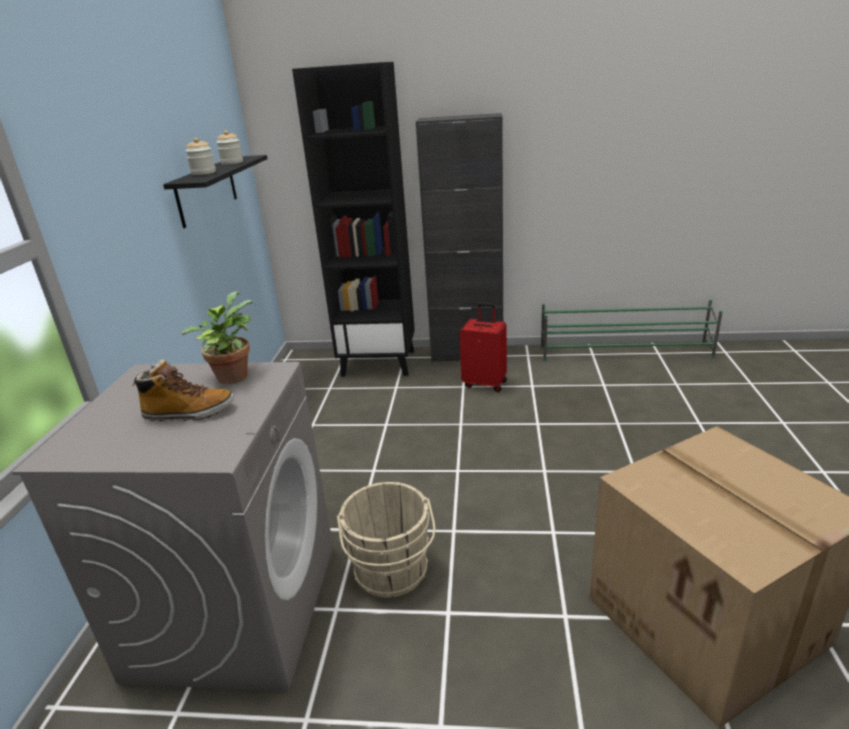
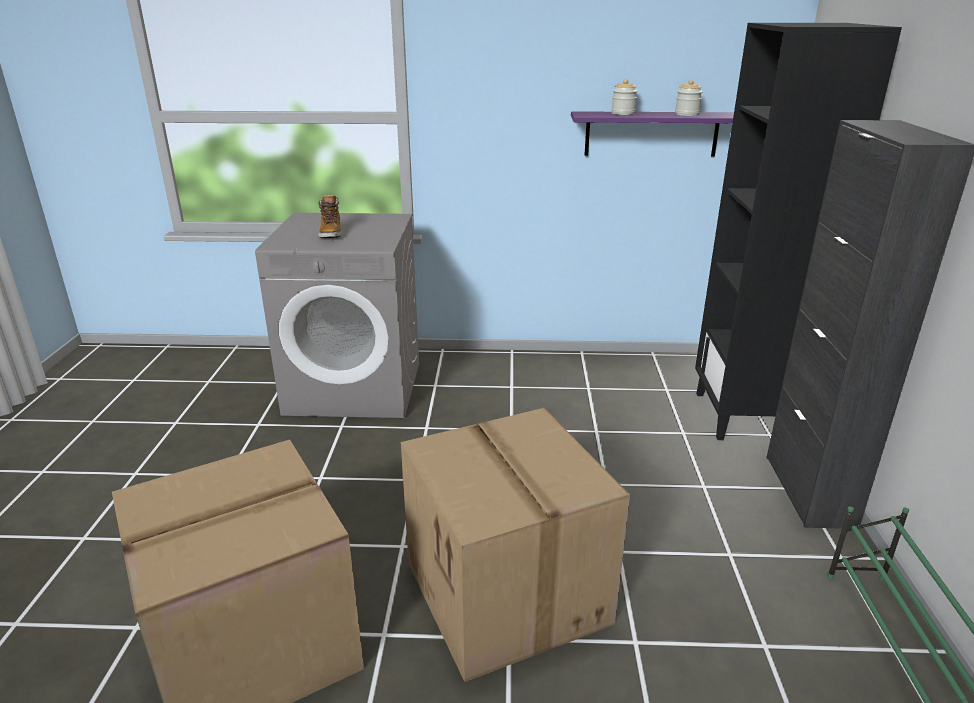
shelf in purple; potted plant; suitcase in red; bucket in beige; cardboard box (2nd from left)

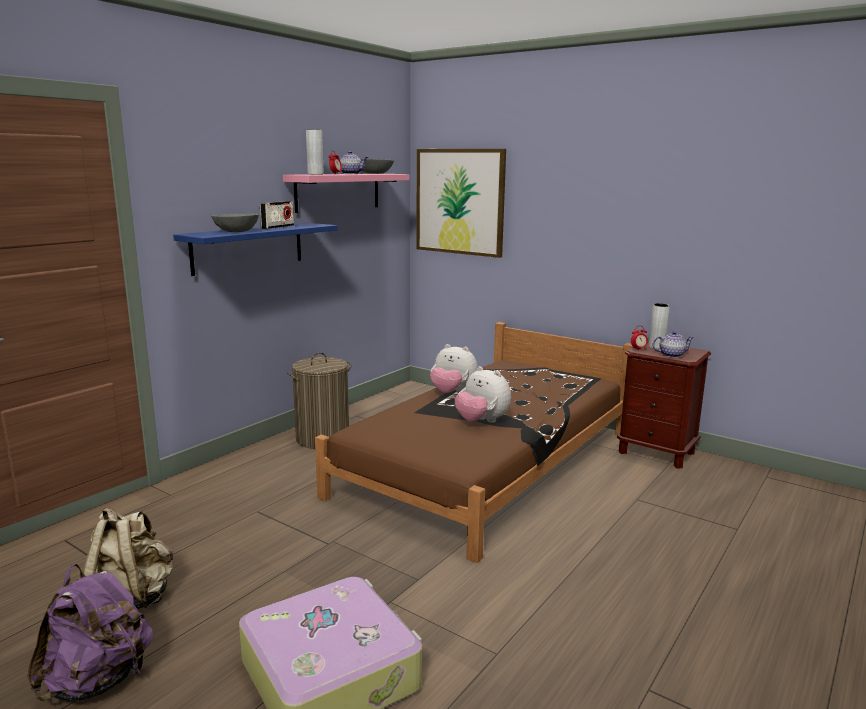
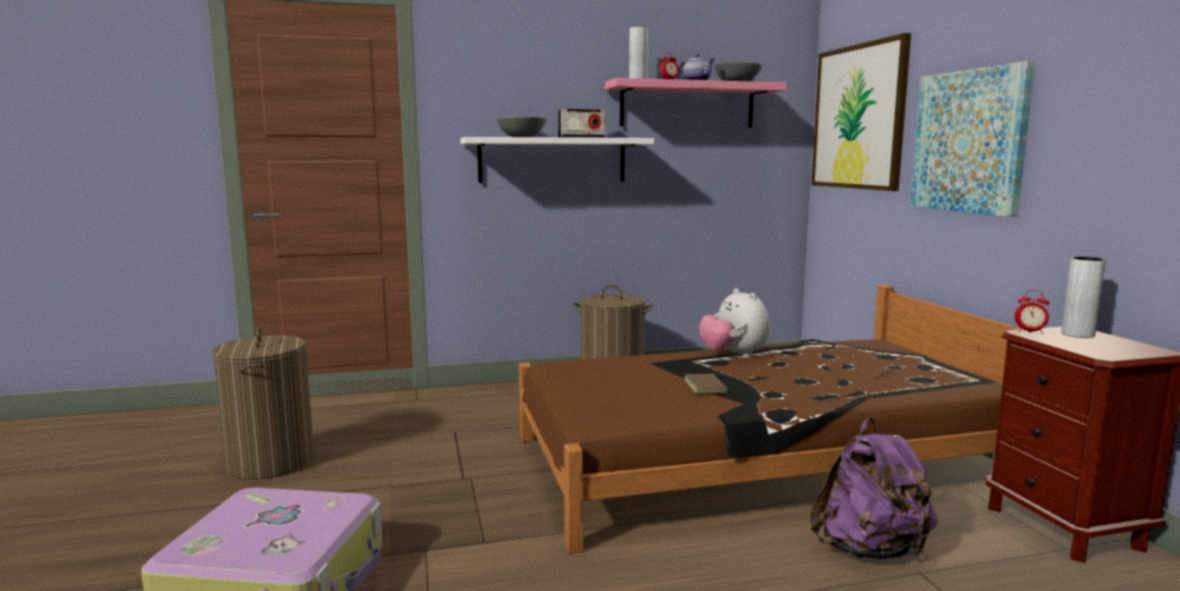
shelf in white; teapot (2nd from left in the first image); book in brown; laundry basket (1st from left); backpack in purple; picture (2nd from left)

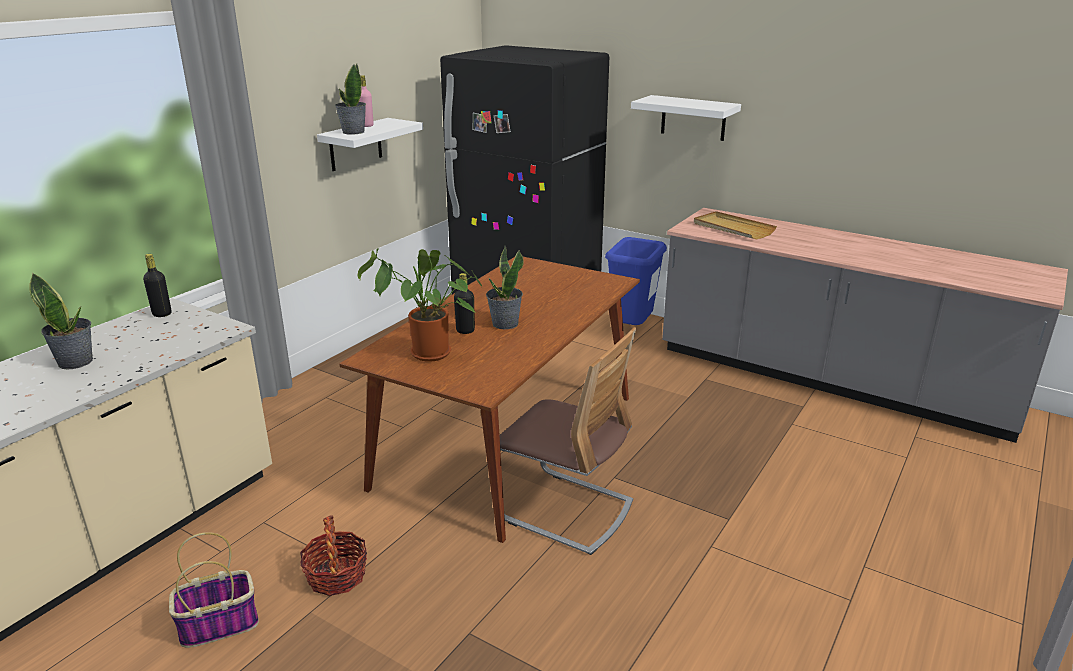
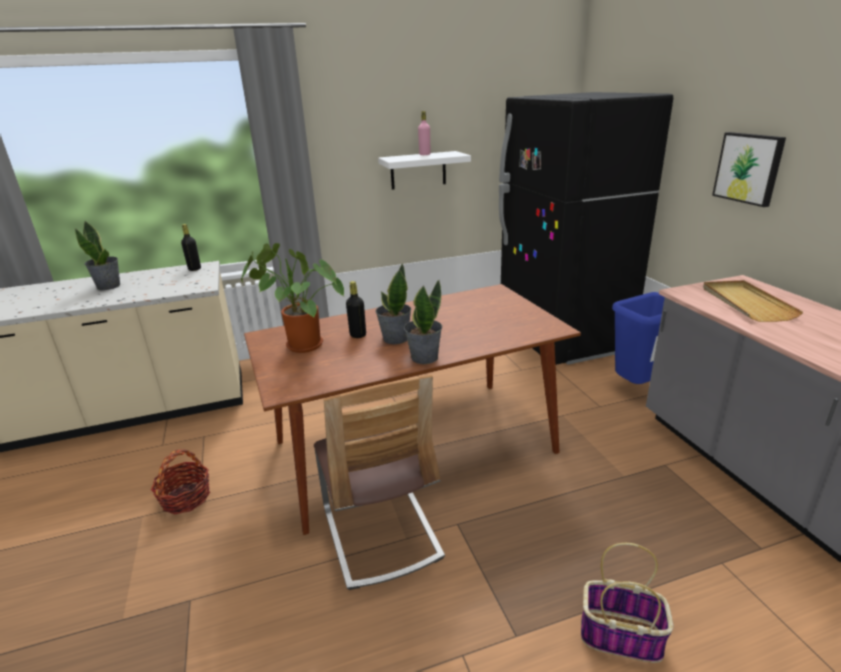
potted plant (4th from left); picture; basket (2nd from left)

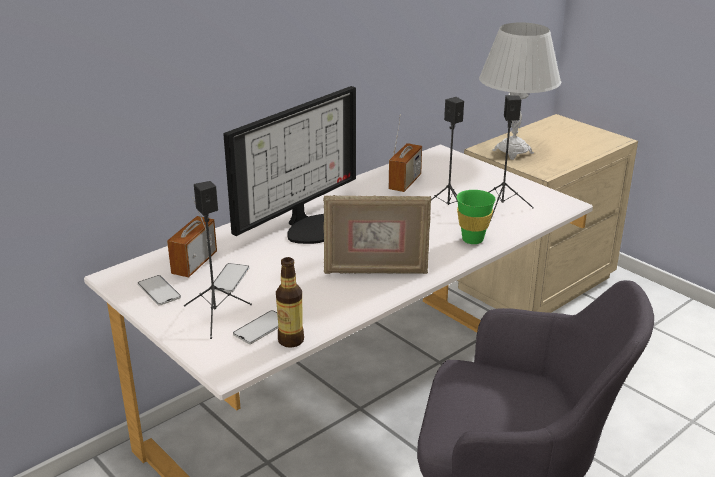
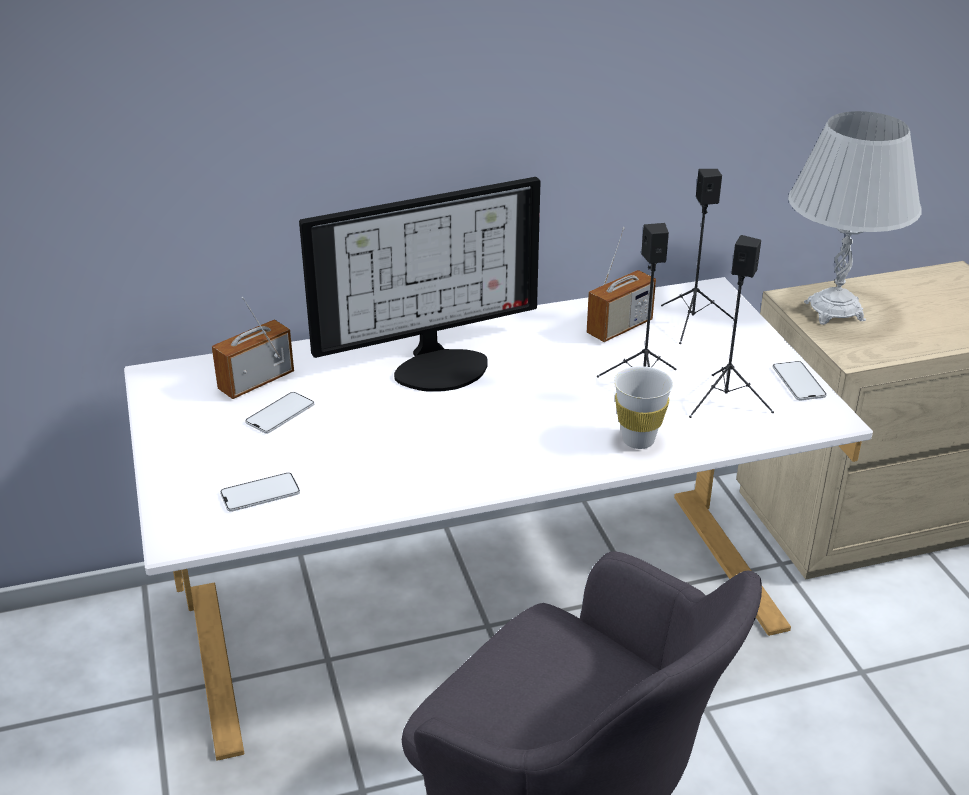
speaker in black (2nd from left); cup in white; picture frame; bottle; phone (3rd from left)

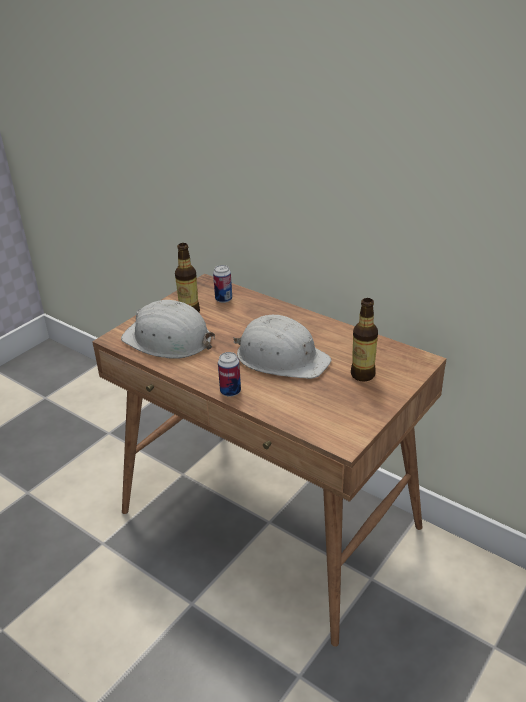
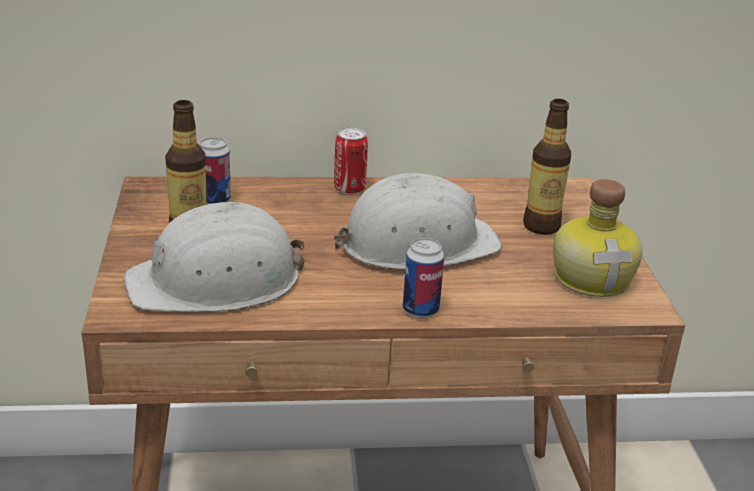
can (2nd from left); bottle (3rd from left)

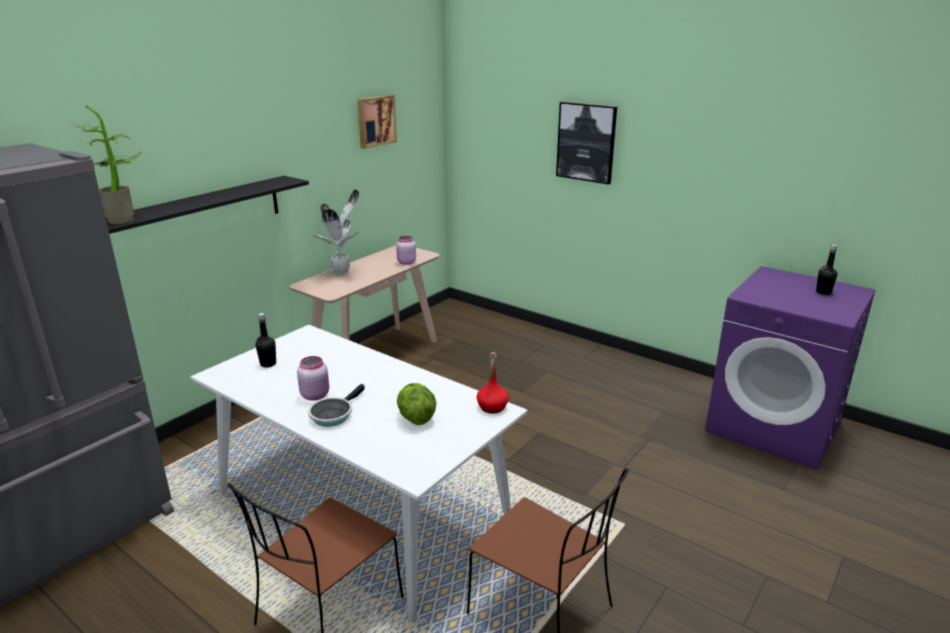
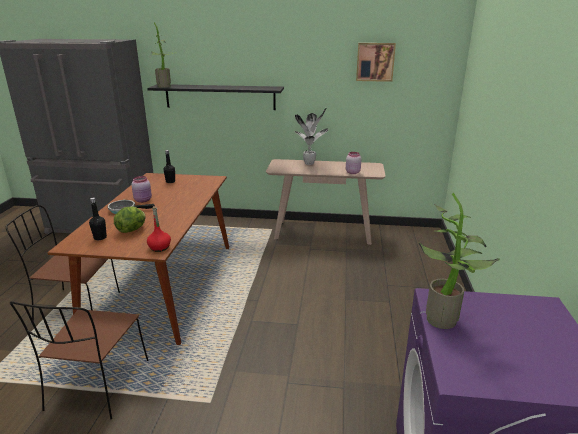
picture (2nd from left in the first image); bottle in black (1st from left); dining table in brown; potted plant (3rd from left)

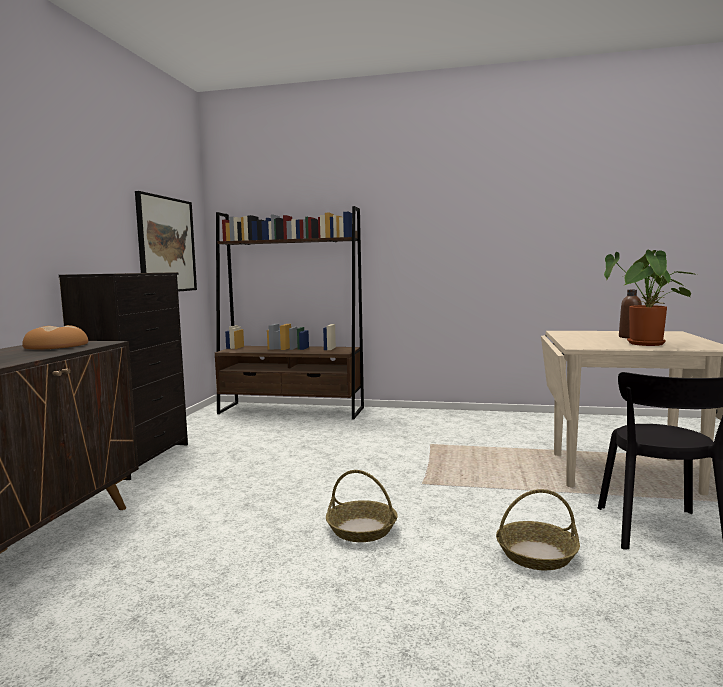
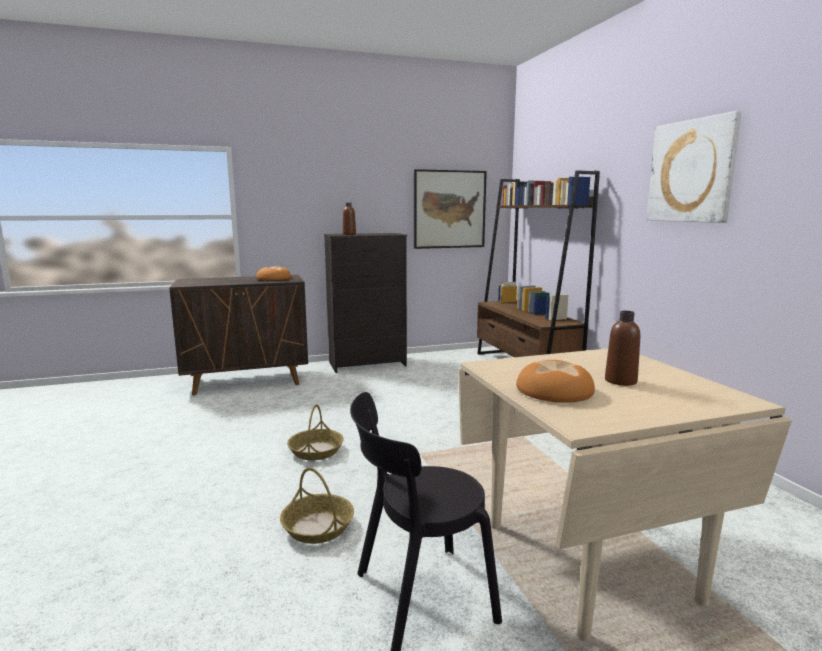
bread (2nd from left); picture (2nd from left); bottle in brown (1st from left)

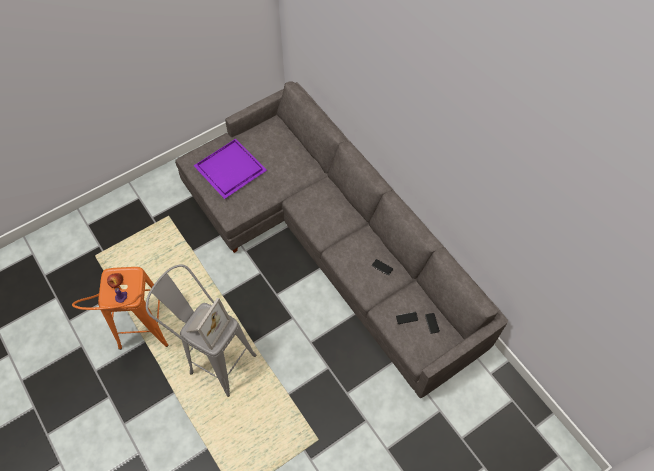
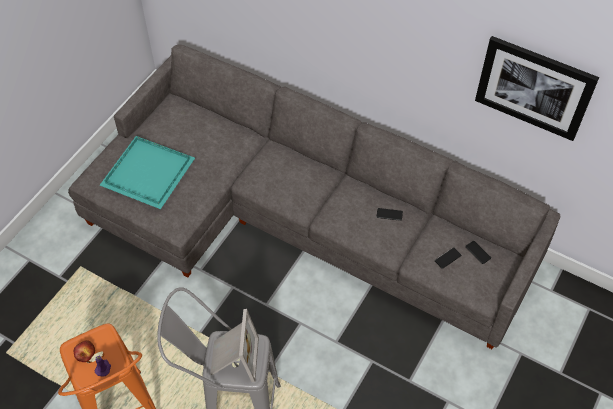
tray in turquoise; picture

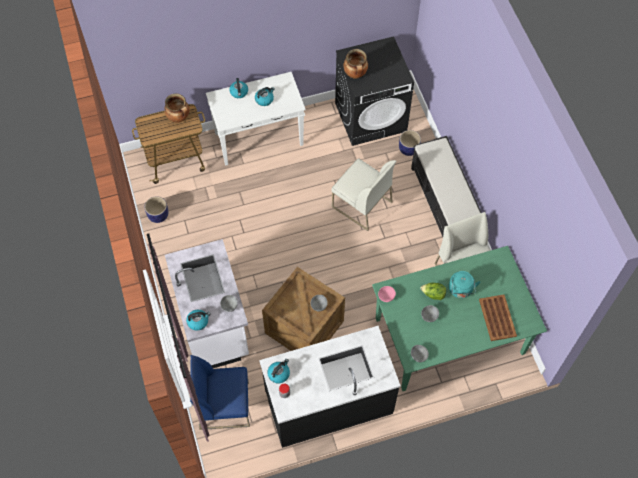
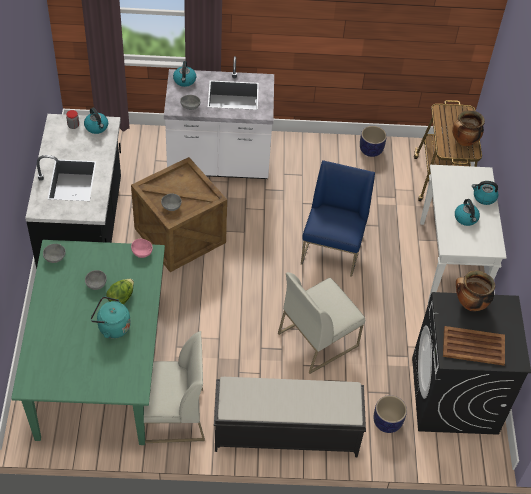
tray in brown; chair in blue

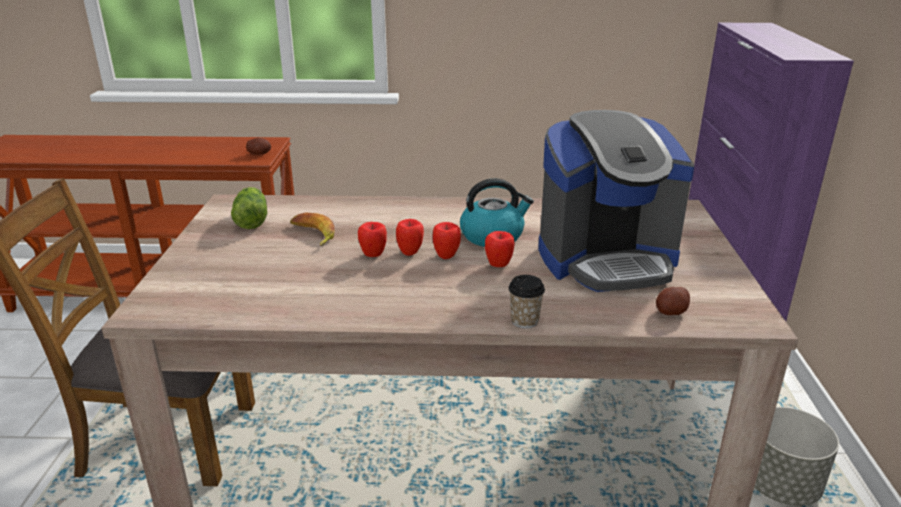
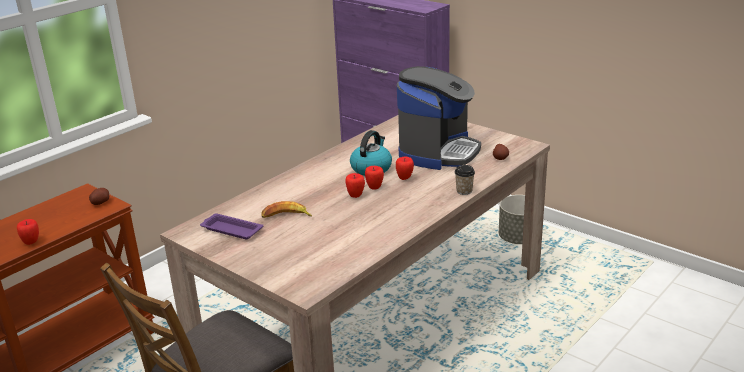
tray in purple; apple (1st from left)

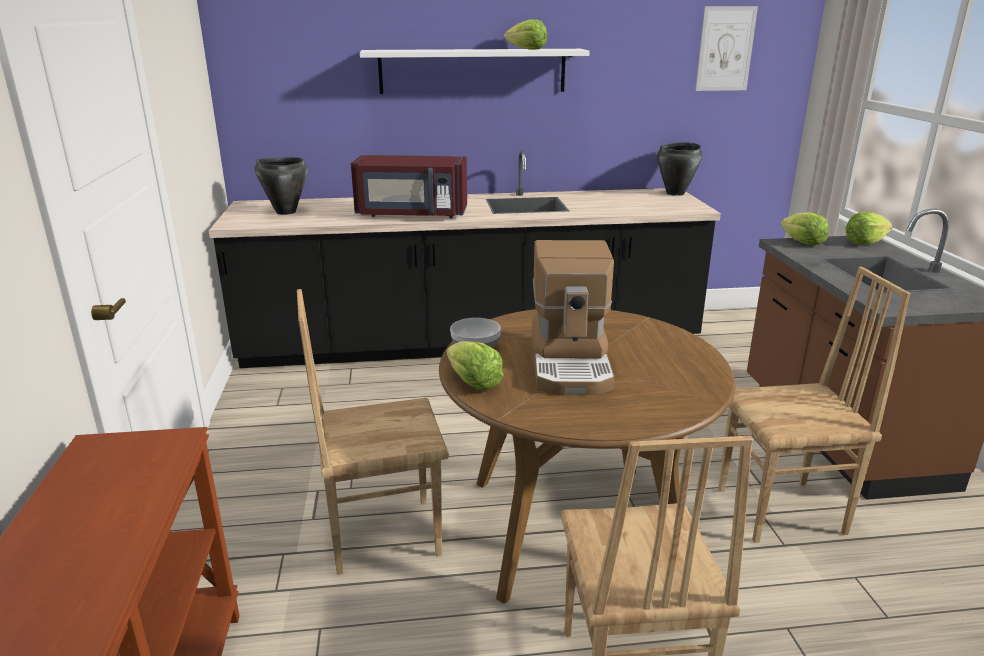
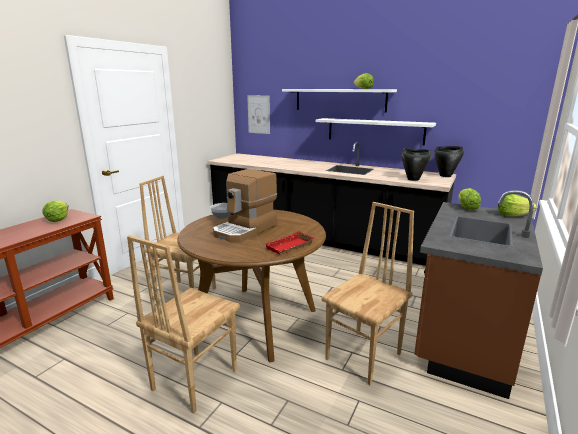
picture; microwave in red; cooking pot in black (1st from left); chair in brown (3rd from left); lettuce (1st from left); shelf in white (2nd from left); tray in red

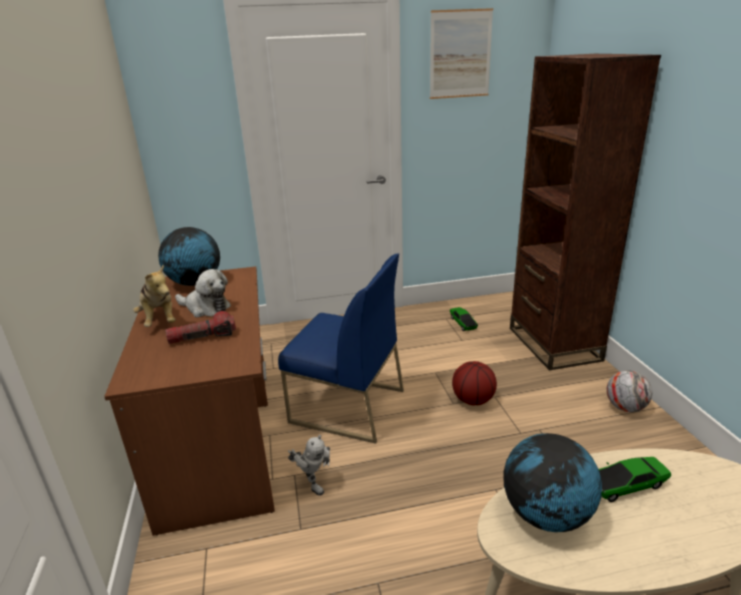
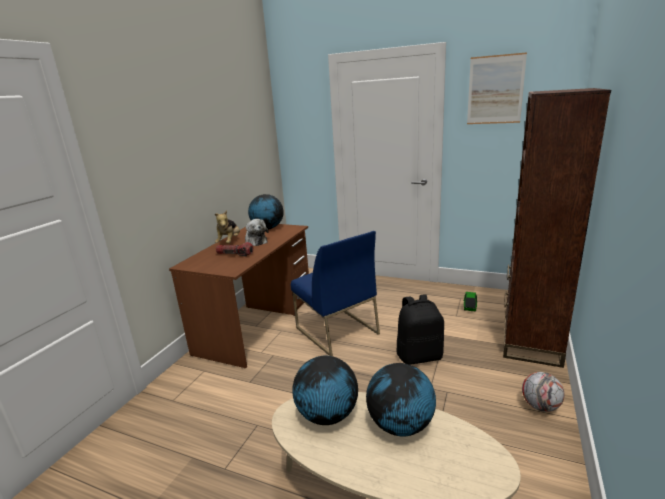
backpack in black; toy robot; globe (3rd from left)

